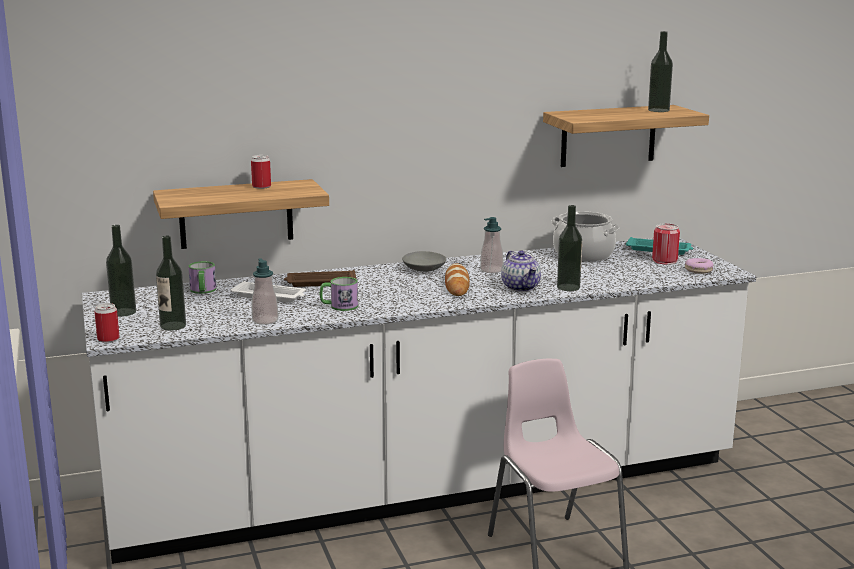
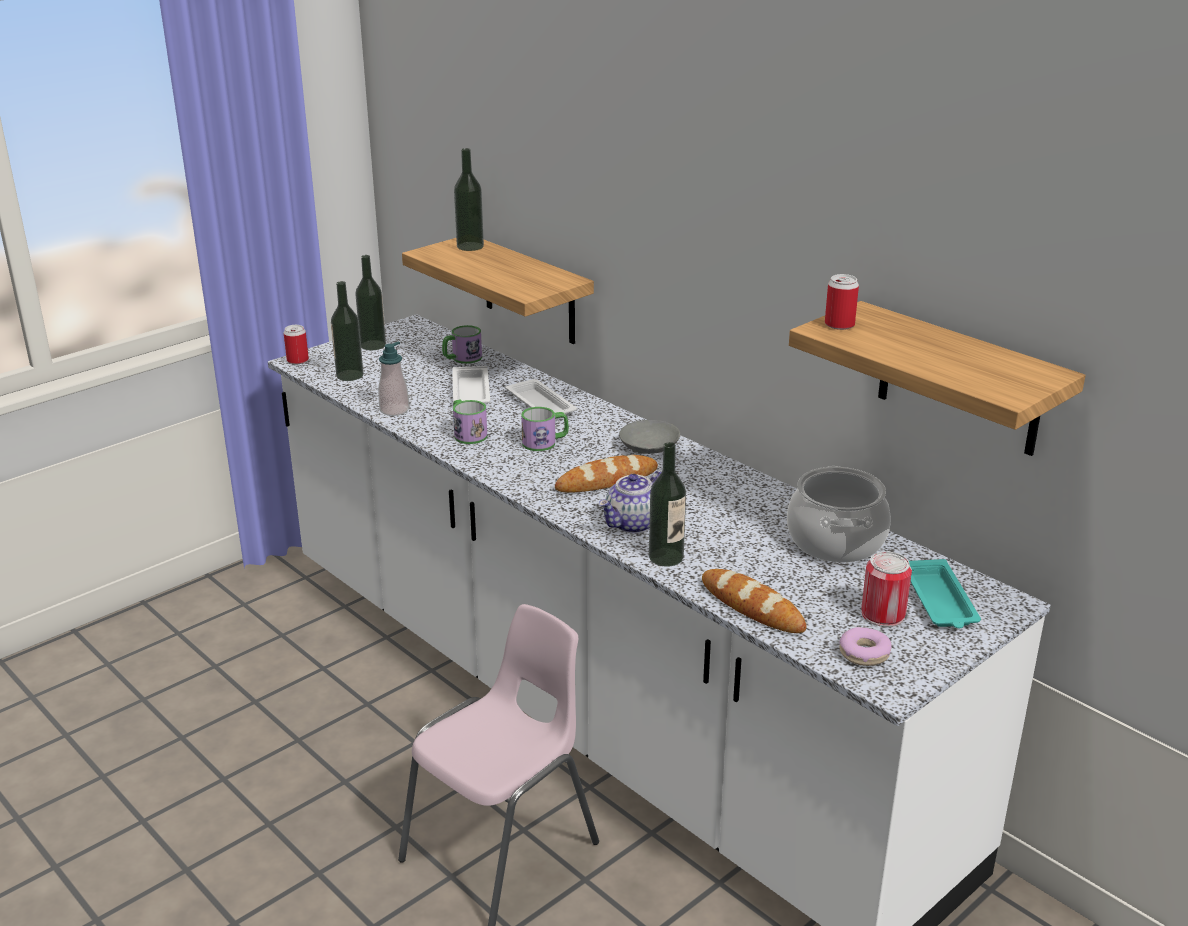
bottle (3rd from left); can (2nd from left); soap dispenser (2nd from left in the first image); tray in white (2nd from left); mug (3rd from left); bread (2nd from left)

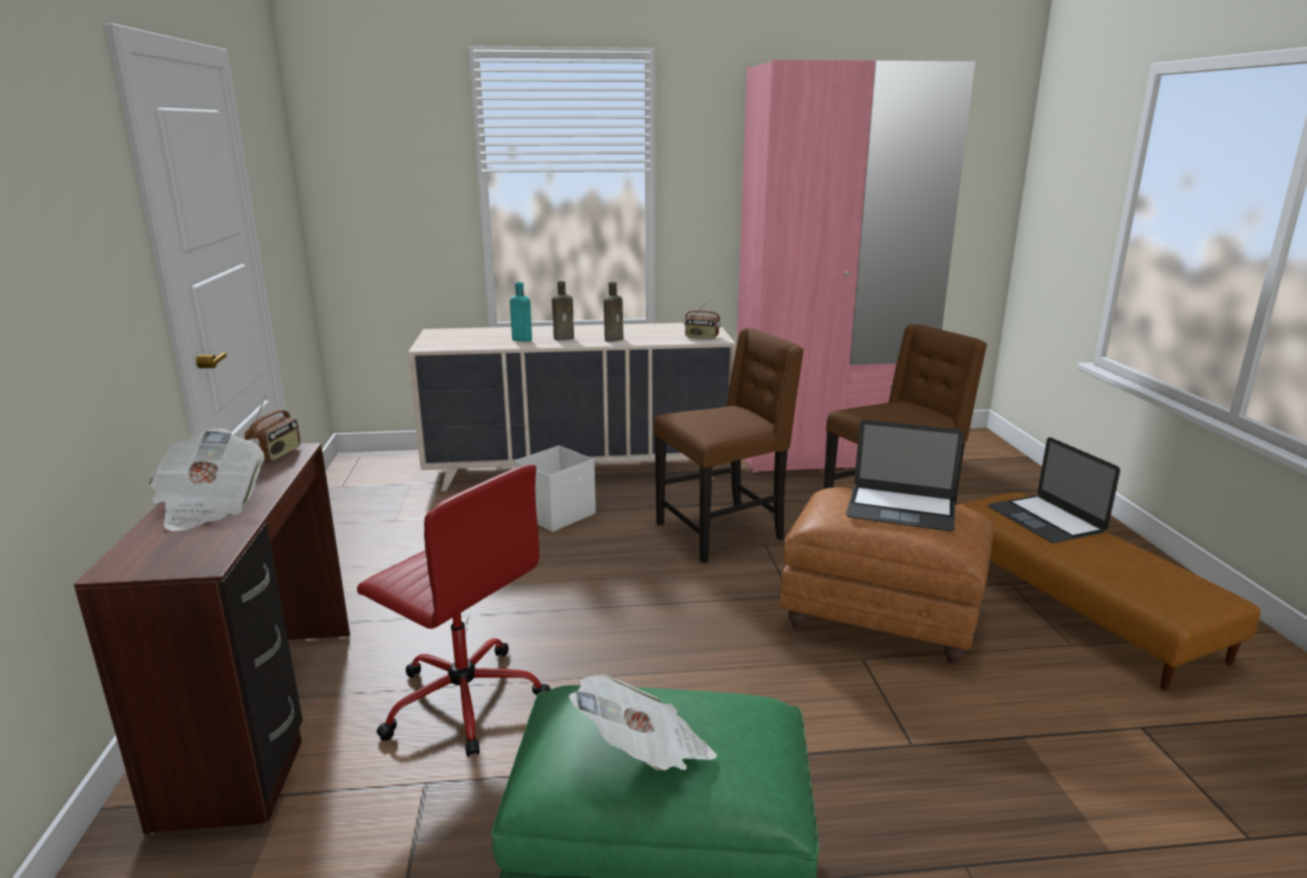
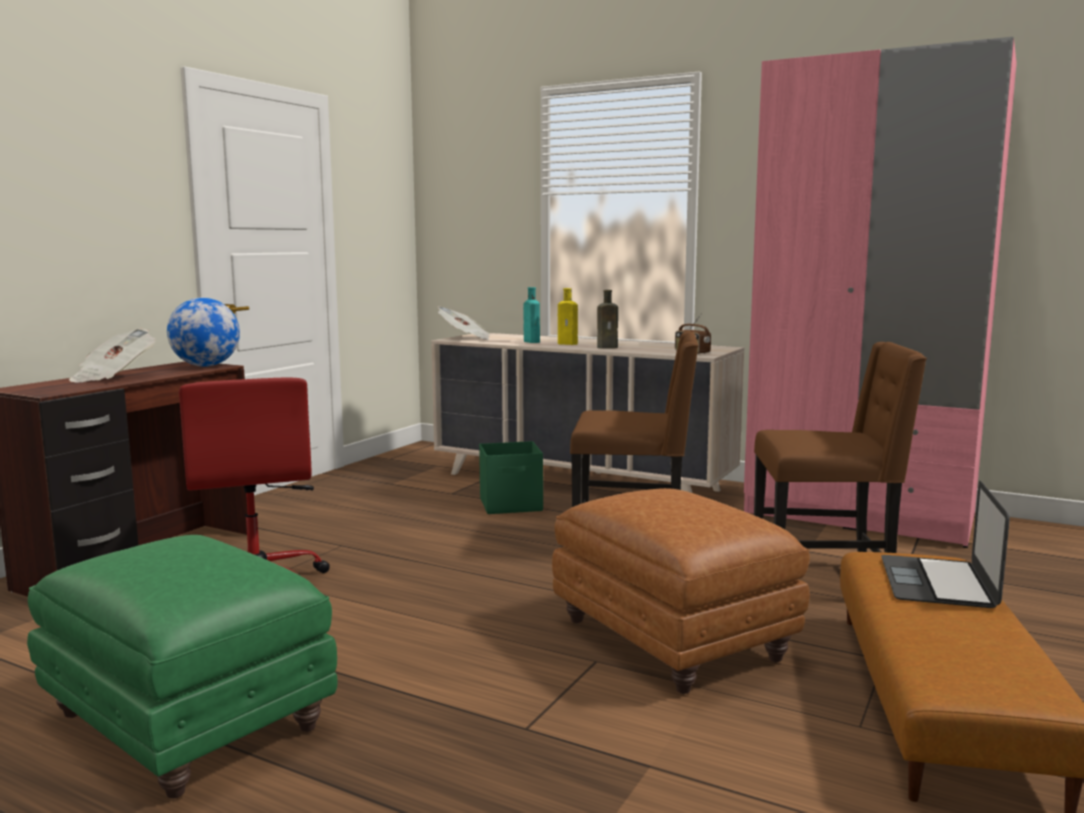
bottle in yellow; globe; laptop (1st from left in the first image); storage box in green; newspaper (2nd from left)

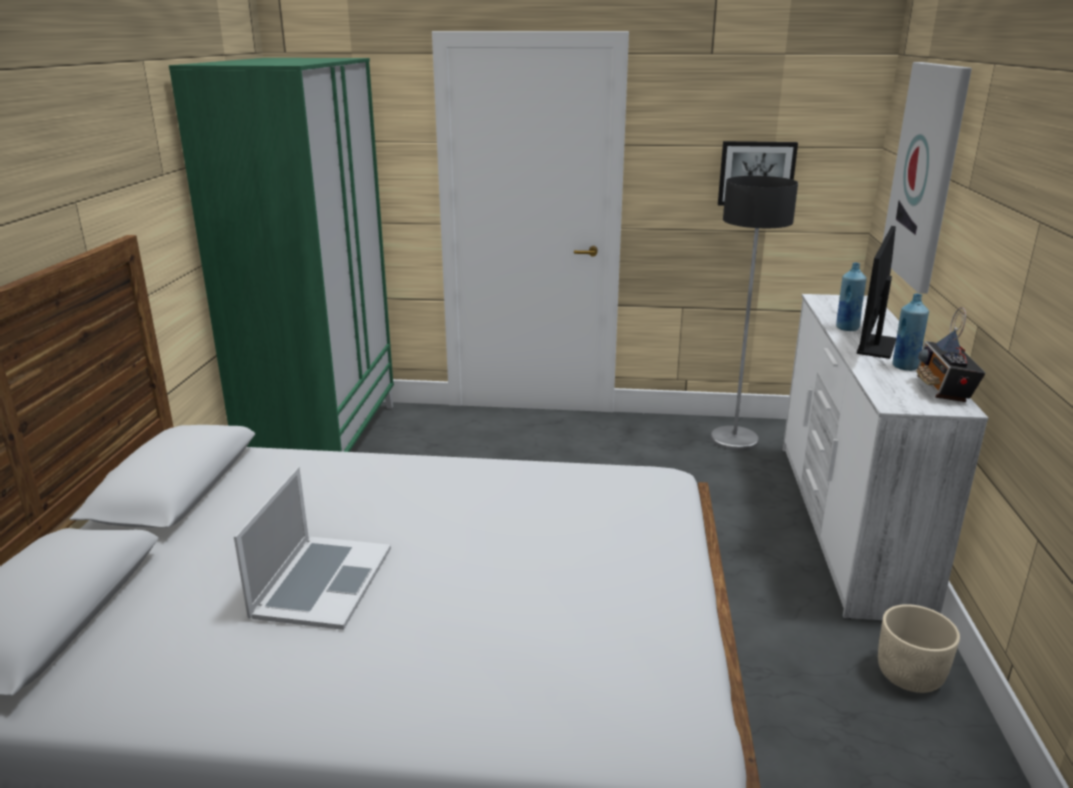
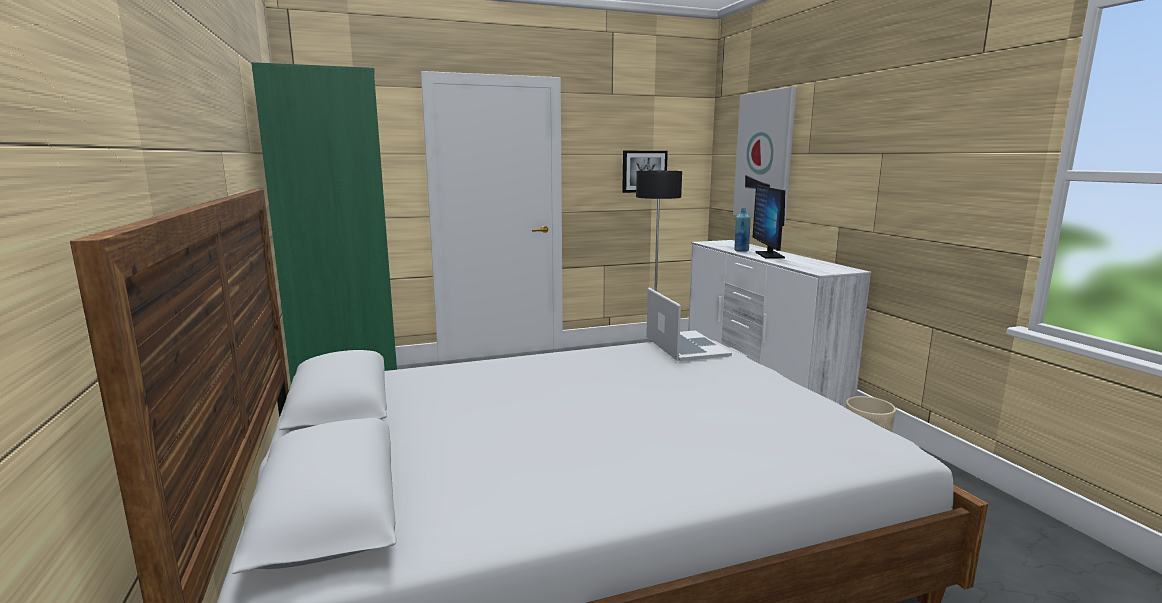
bottle in blue (2nd from left in the first image); radio; laptop

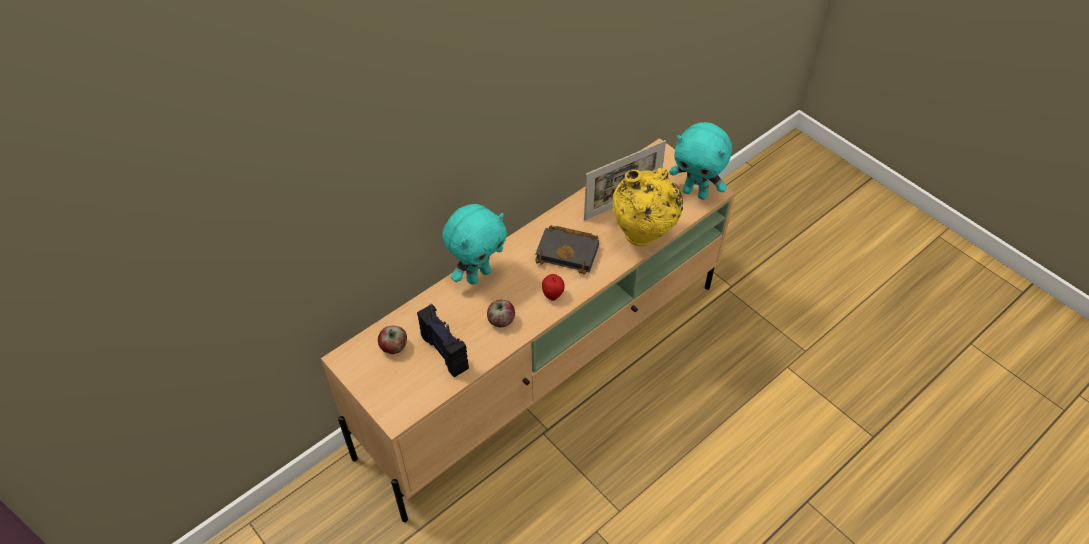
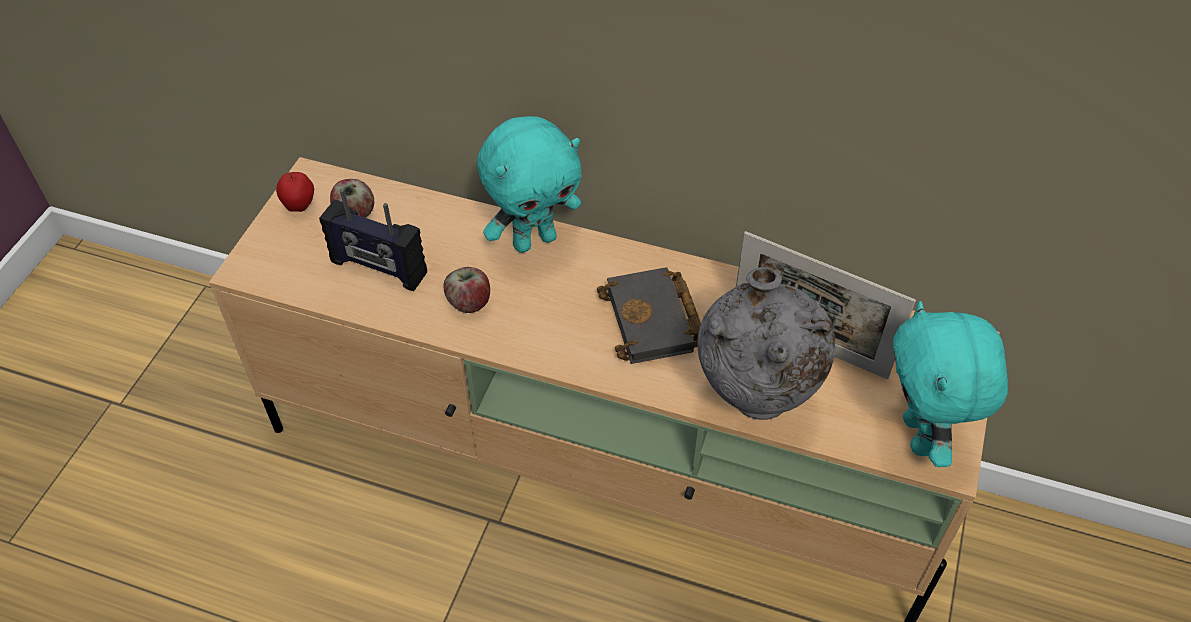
vase in grey; plush toy in turquoise (1st from left); apple (1st from left); radio

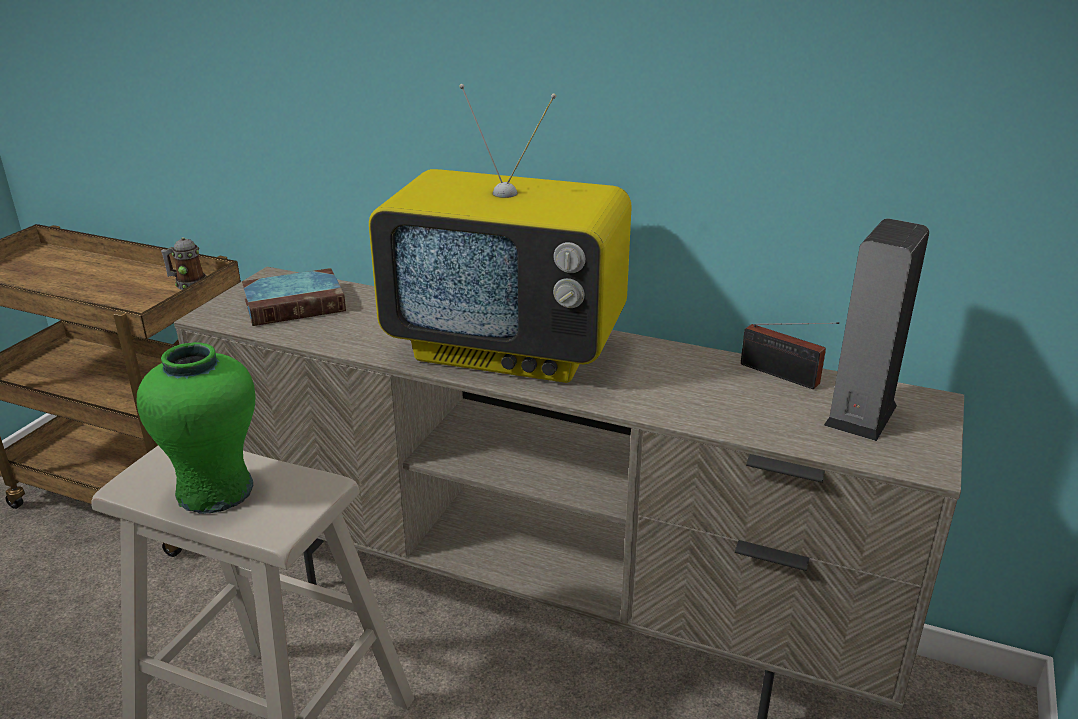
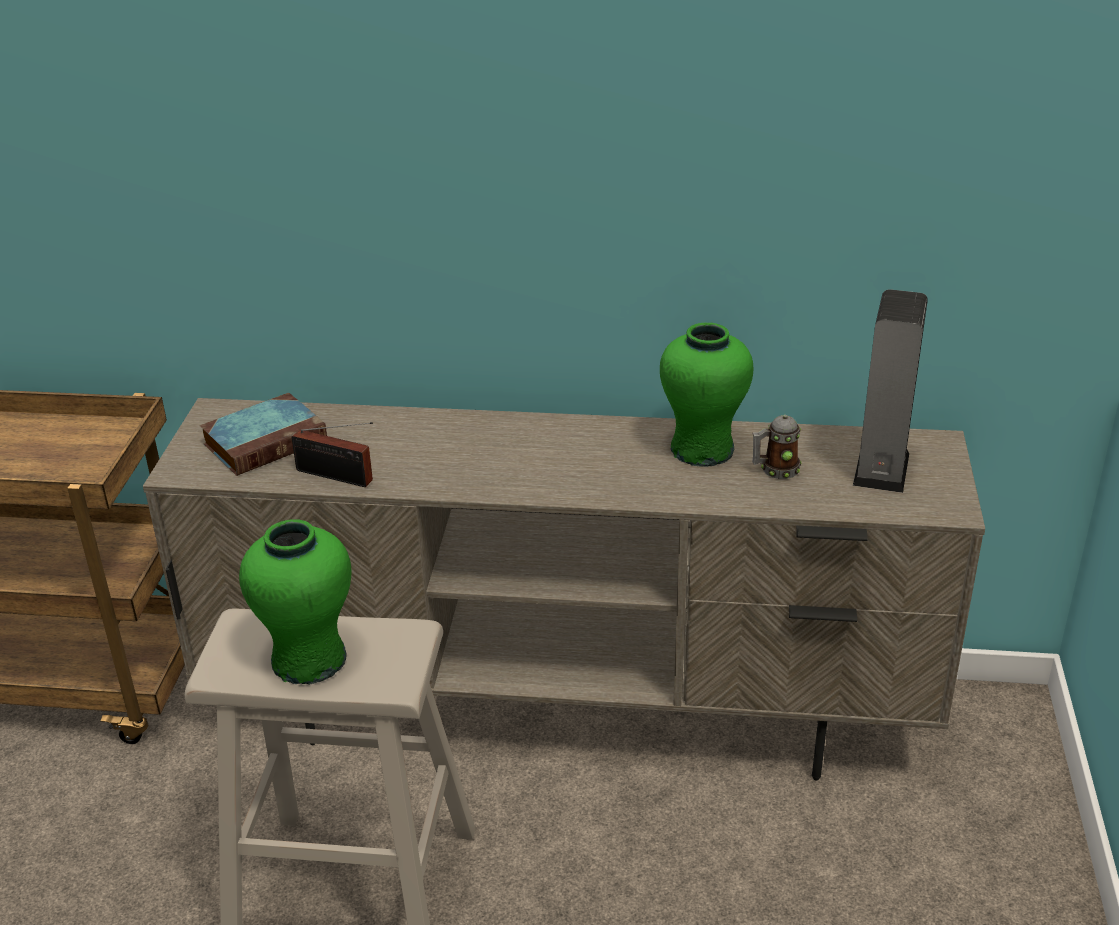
television; mug; radio; vase in green (2nd from left)

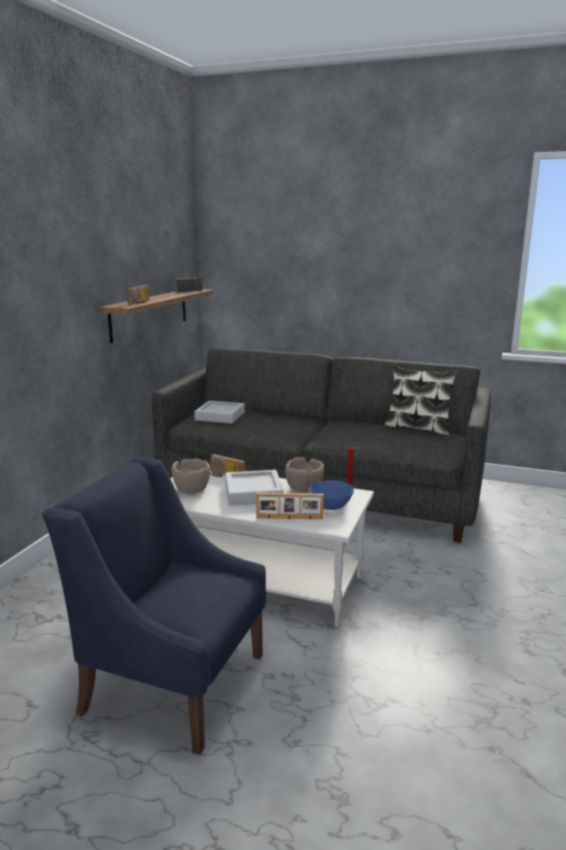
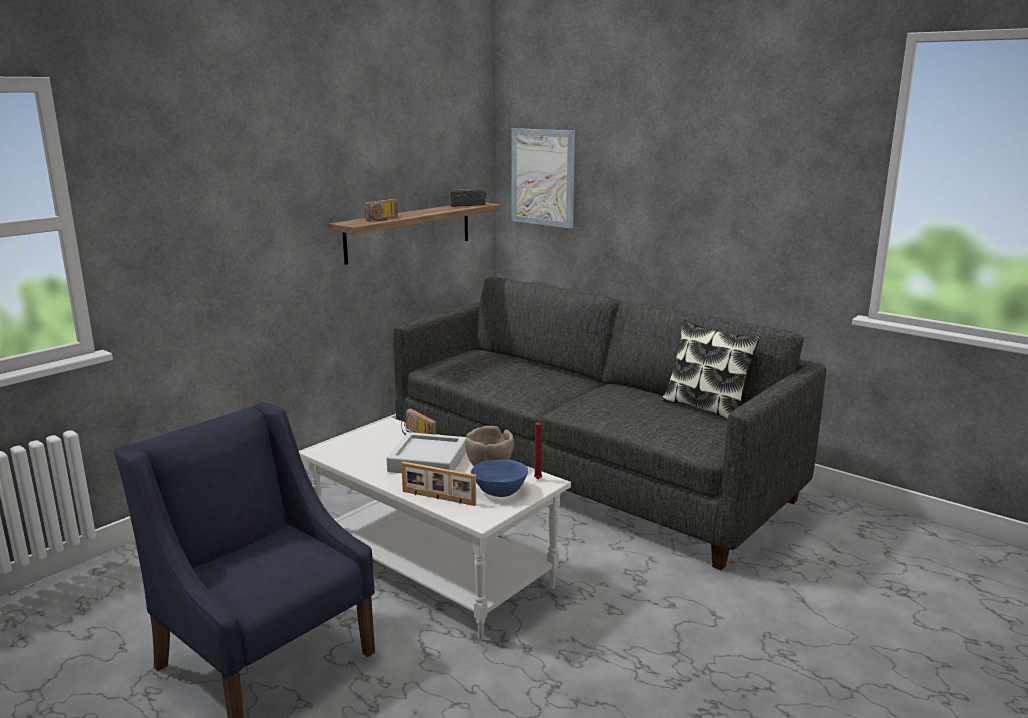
tray in grey (1st from left in the first image); bowl in brown (1st from left in the first image); picture

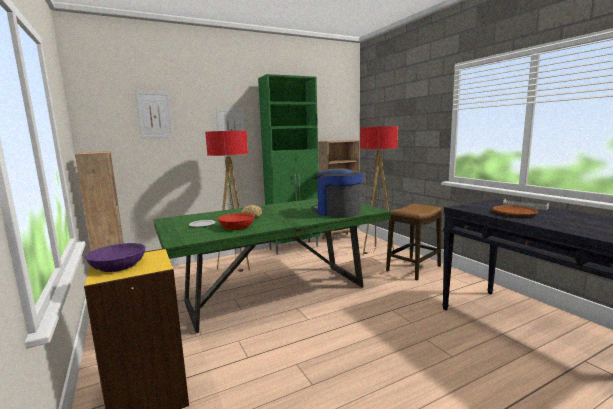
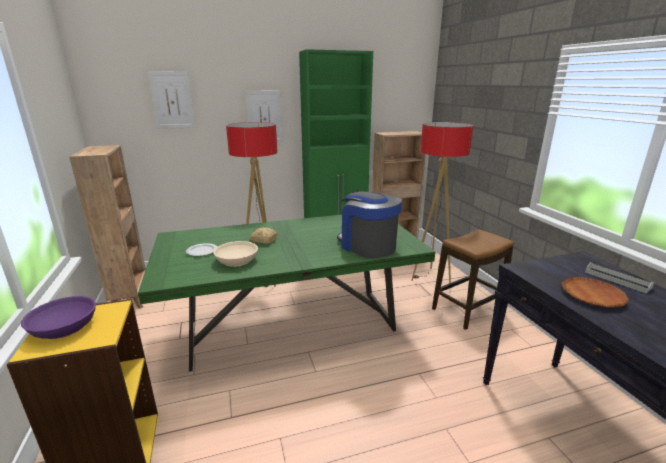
bowl in beige

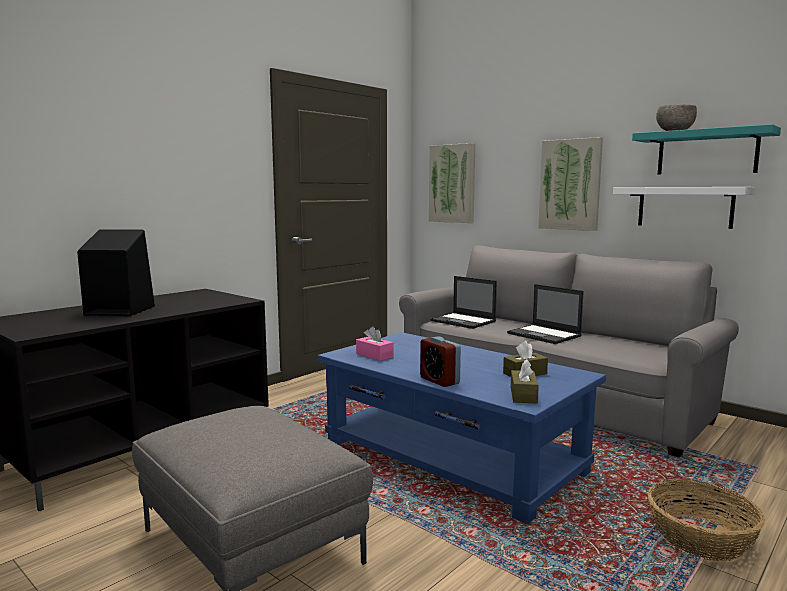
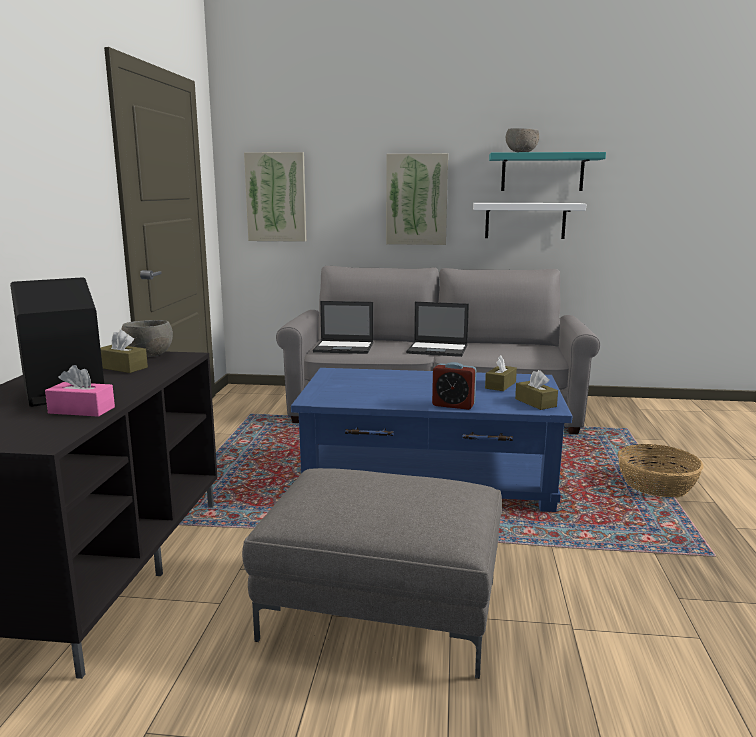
tissue box in pink; bowl in grey (1st from left); tissue box in brown (1st from left)

